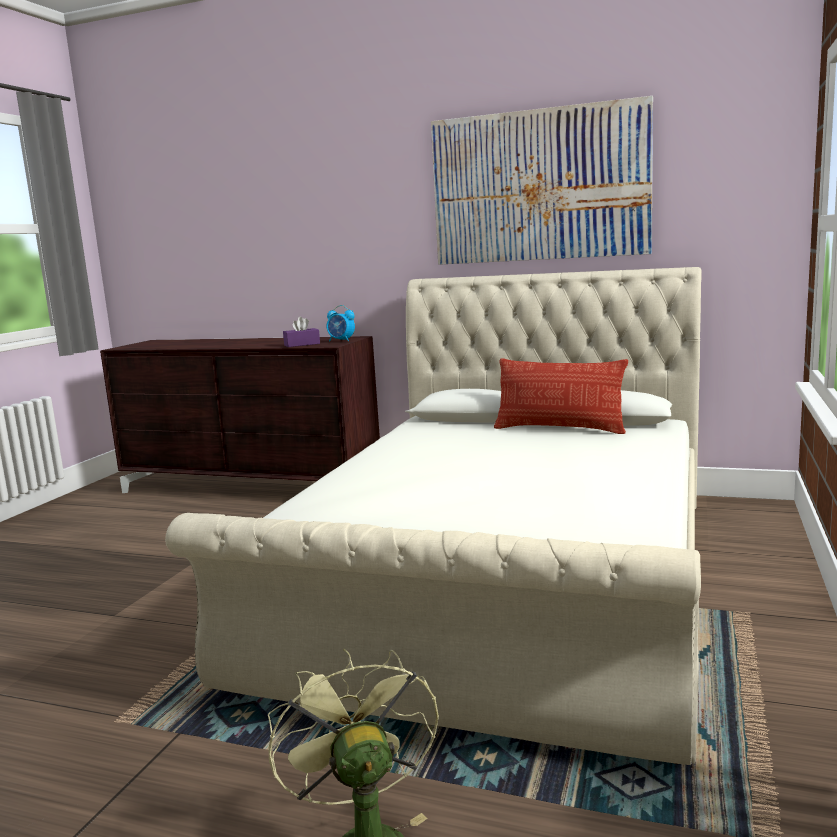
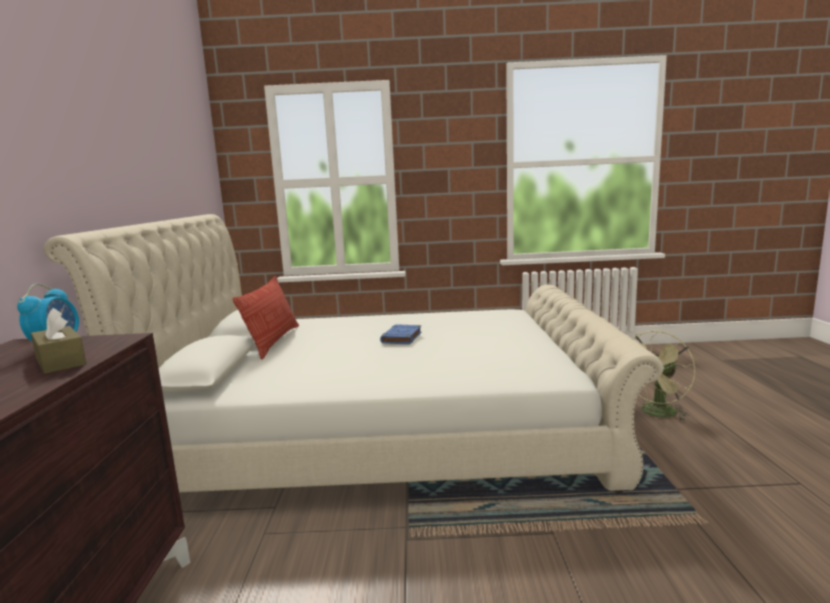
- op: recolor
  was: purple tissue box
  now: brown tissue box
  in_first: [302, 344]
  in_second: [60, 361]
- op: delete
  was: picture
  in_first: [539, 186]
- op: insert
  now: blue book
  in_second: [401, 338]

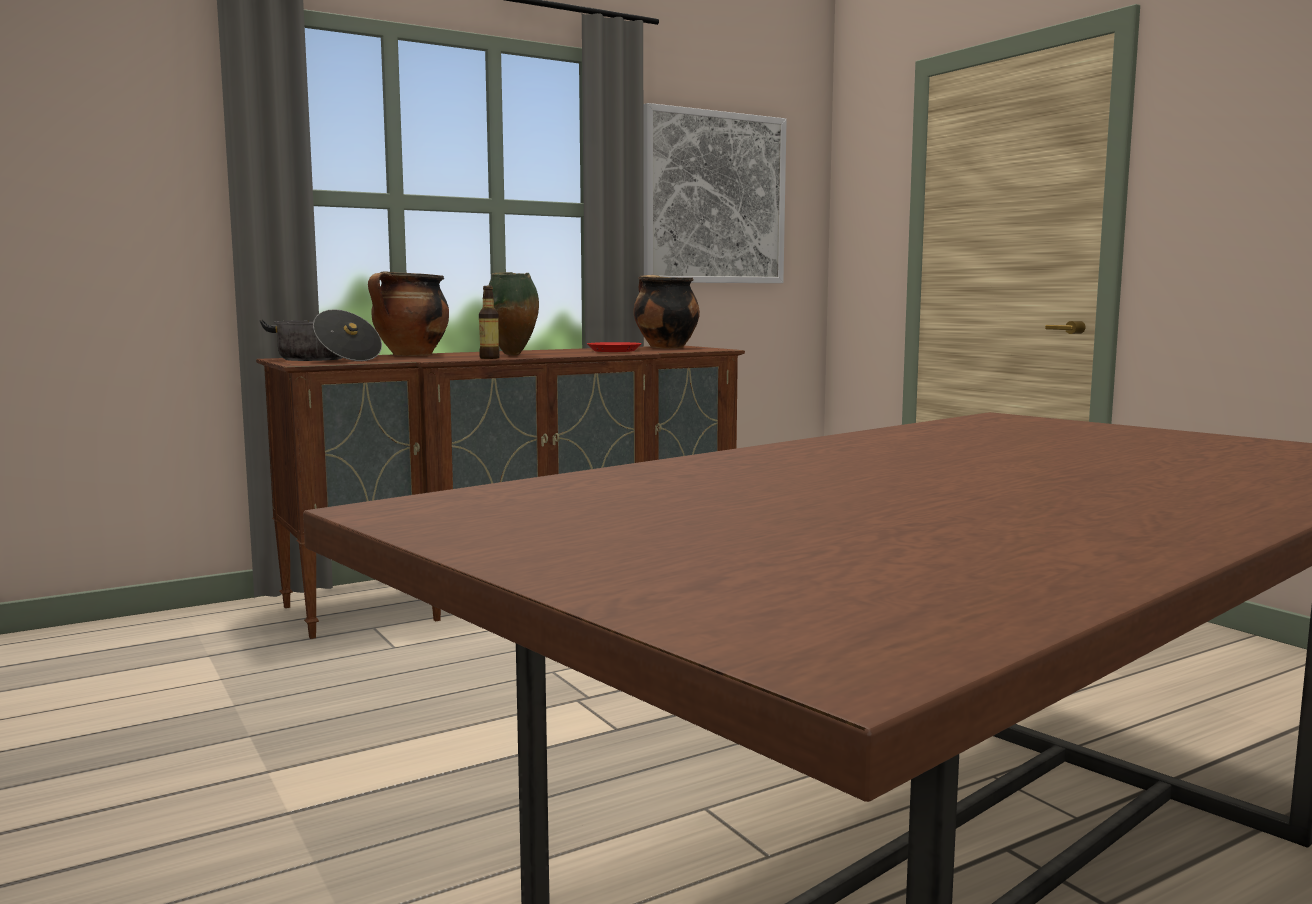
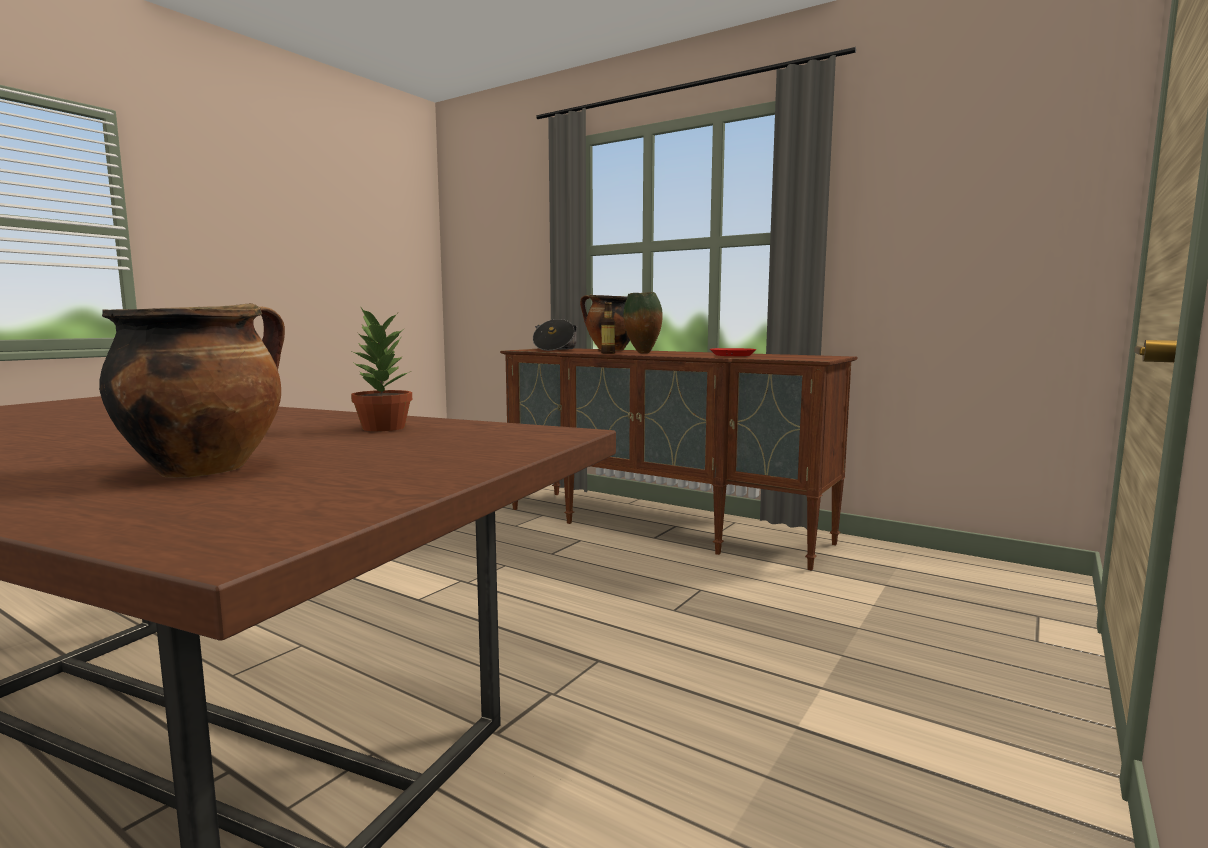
- op: move
  was: cooking pot
  in_first: [664, 347]
  in_second: [207, 468]
- op: delete
  was: picture
  in_first: [714, 198]
- op: insert
  now: potted plant
  in_second: [382, 428]

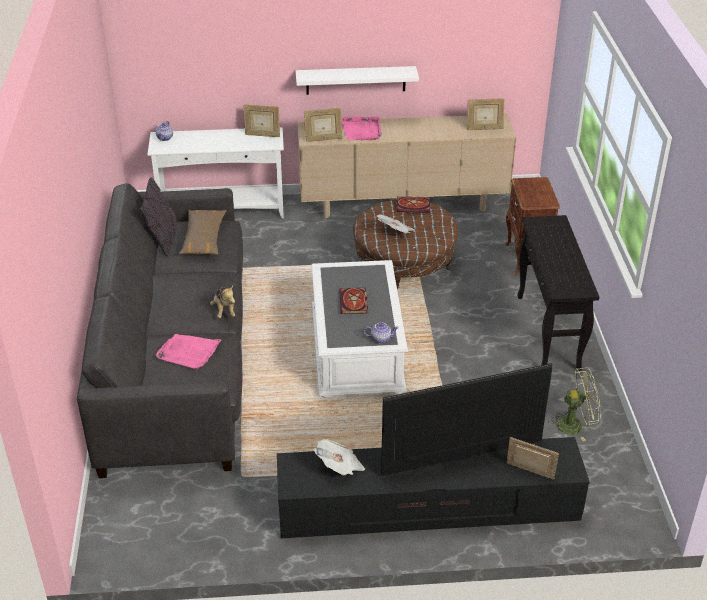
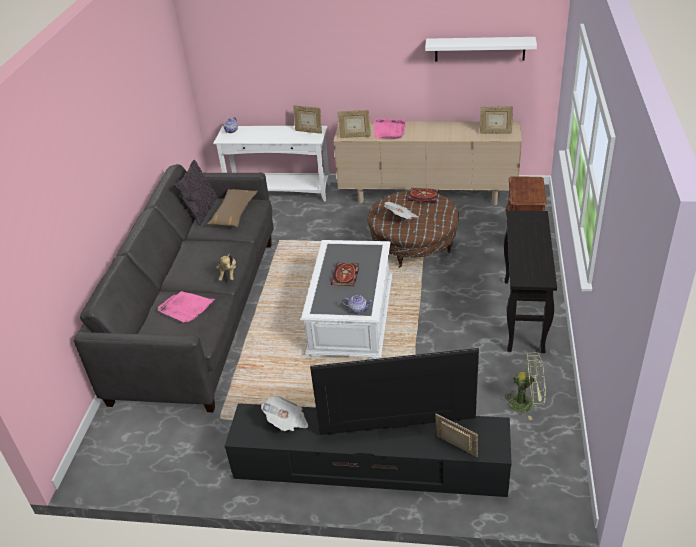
- op: move
  was: white shelf
  in_first: [355, 80]
  in_second: [479, 49]

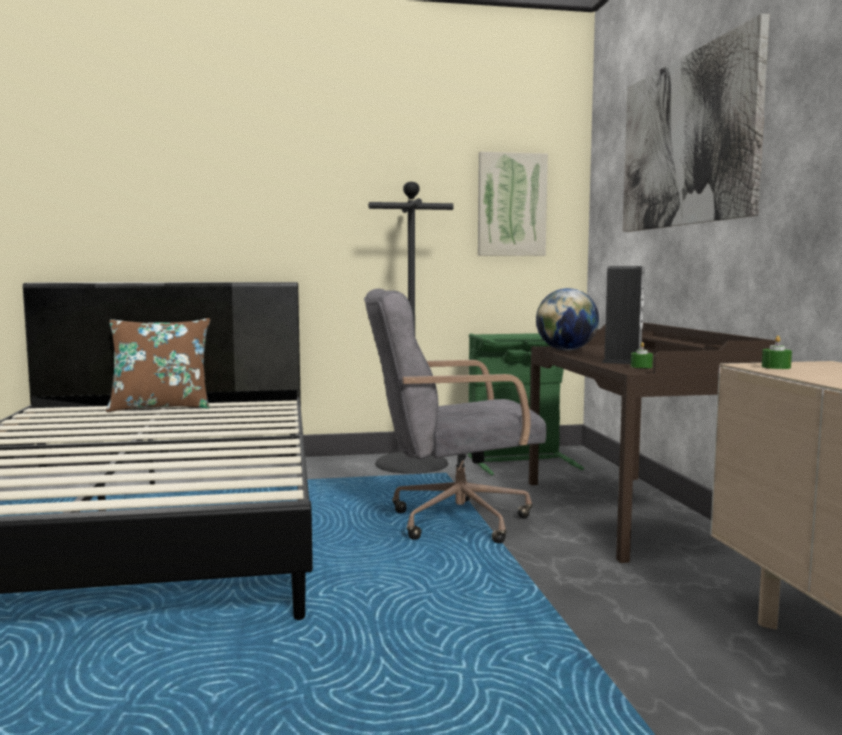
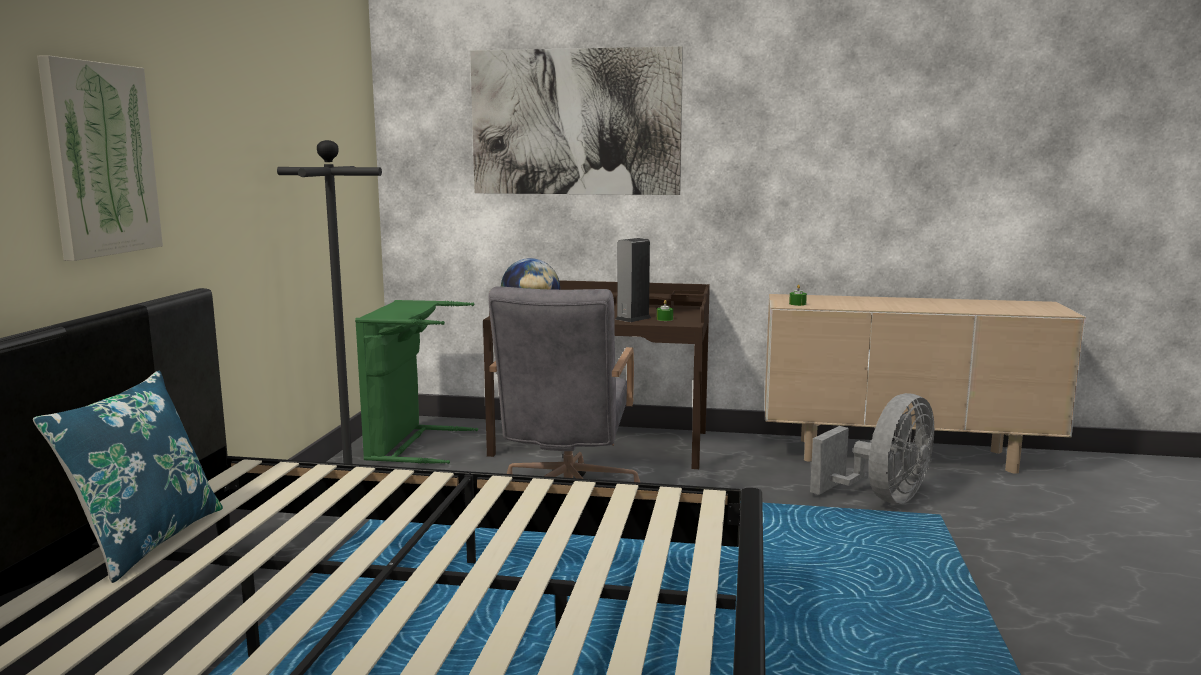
- op: recolor
  was: brown pillow
  now: blue pillow
  in_first: [161, 407]
  in_second: [146, 540]
- op: move
  was: picture
  in_first: [511, 205]
  in_second: [100, 159]
- op: insert
  now: grey fan
  in_second: [882, 498]

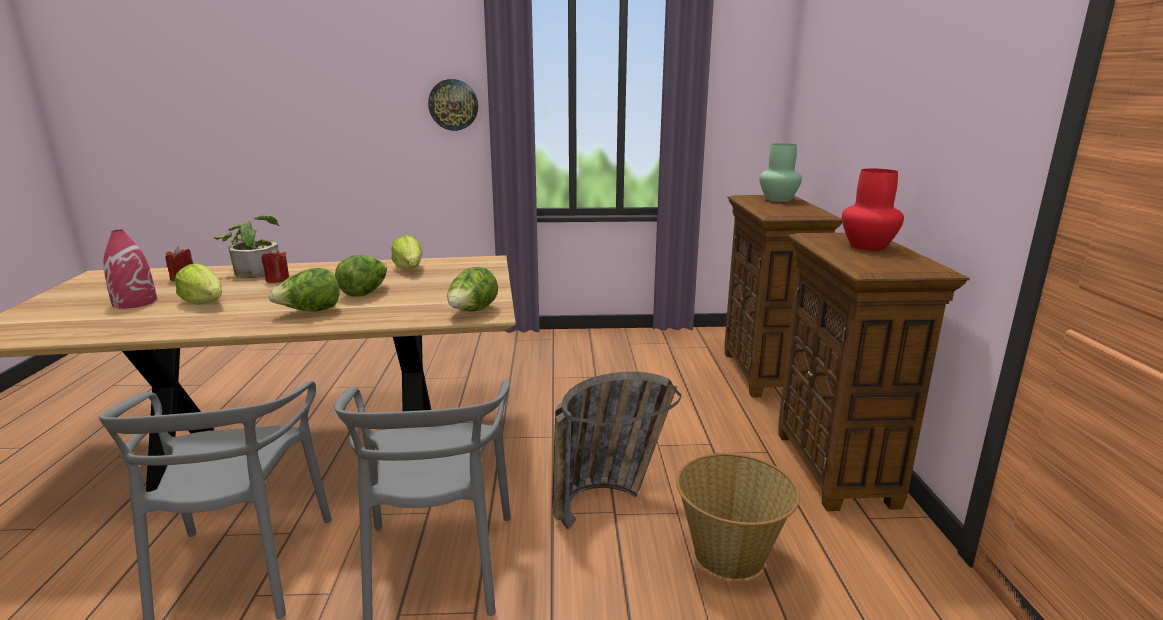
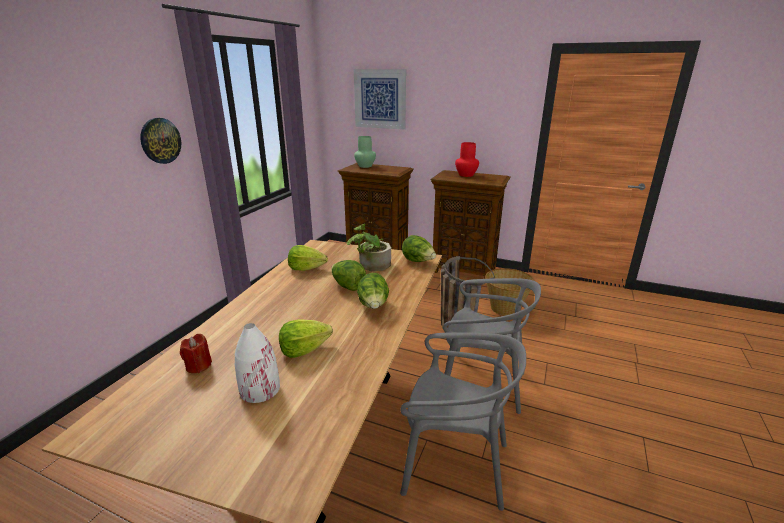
- op: recolor
  was: red vase
  now: white vase
  in_first: [135, 302]
  in_second: [259, 389]
- op: move
  was: potted plant
  in_first: [256, 270]
  in_second: [370, 265]
- op: delete
  was: red candle
  in_first: [277, 280]
- op: insert
  now: picture
  in_second: [380, 99]

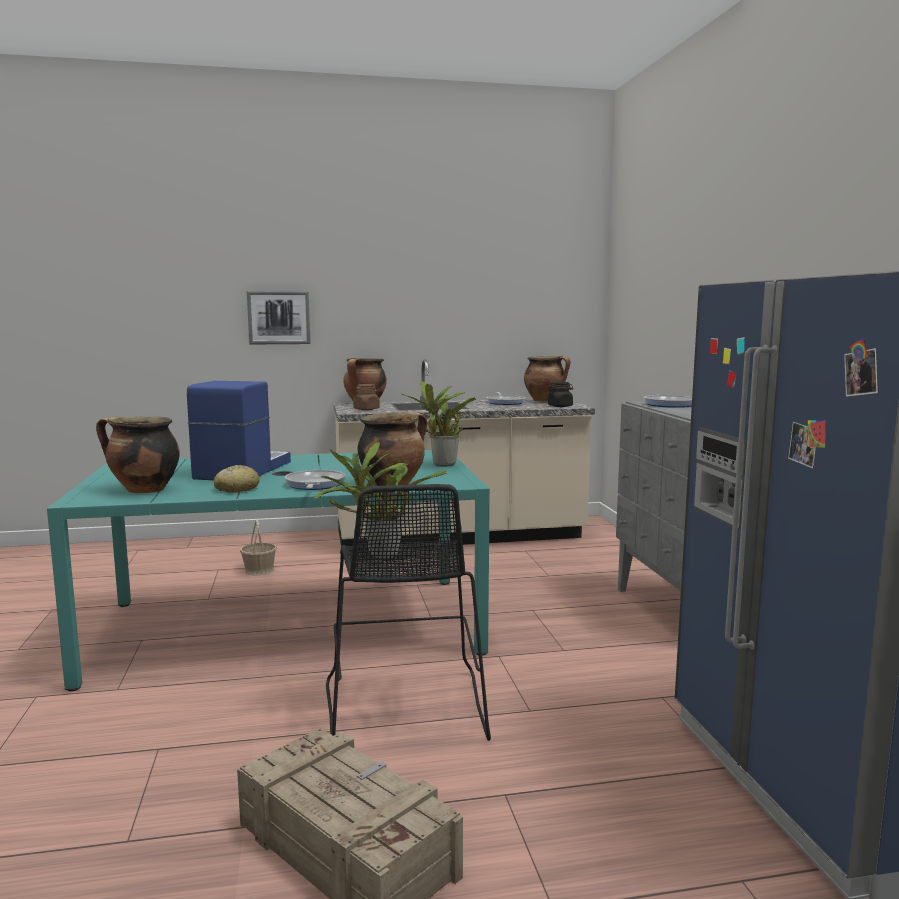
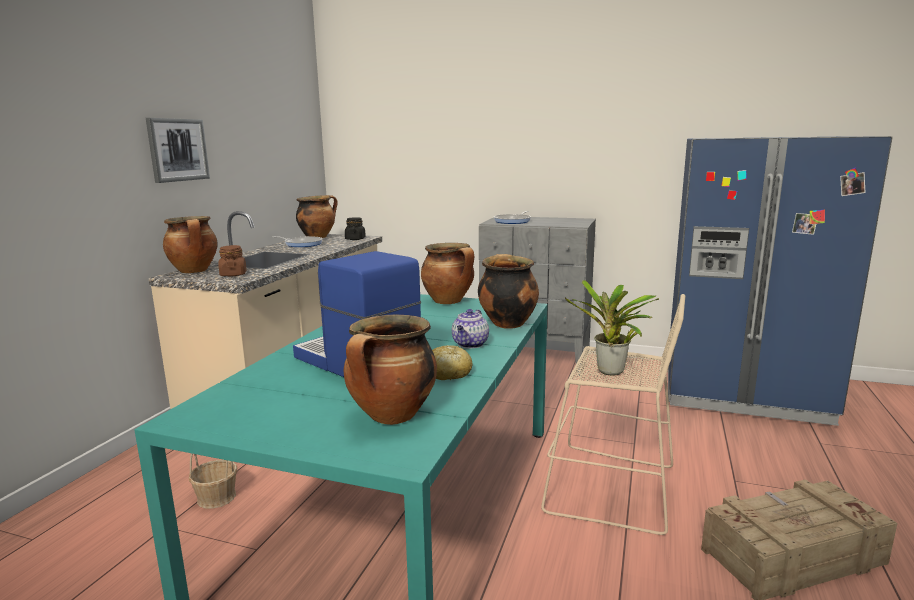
- op: move
  was: picture
  in_first: [279, 317]
  in_second: [177, 150]
- op: replace
  was: frying pan
  now: teapot
  in_first: [314, 485]
  in_second: [470, 344]
- op: recolor
  was: black stool
  now: beige stool
  in_first: [404, 709]
  in_second: [608, 488]
- op: replace
  was: potted plant
  now: cooking pot
  in_first: [442, 465]
  in_second: [449, 301]

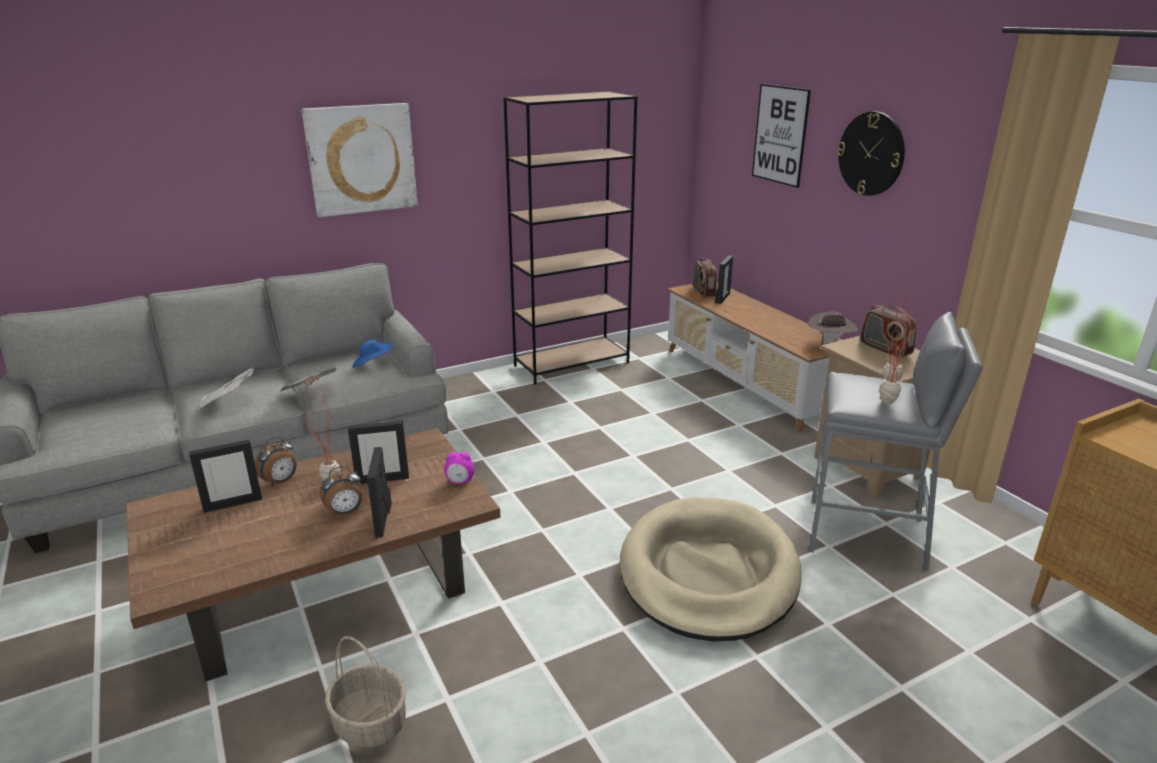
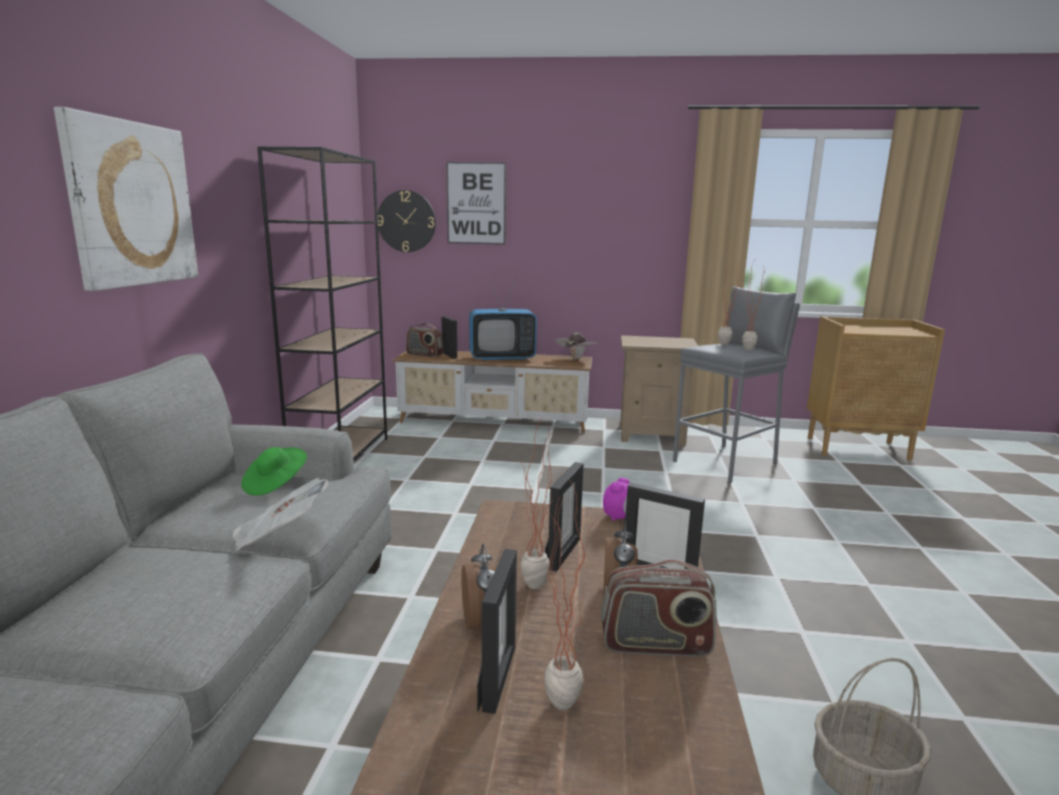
- op: delete
  was: newspaper
  in_first: [227, 403]
- op: recolor
  was: blue hat
  now: green hat
  in_first: [372, 364]
  in_second: [275, 485]
- op: delete
  was: beige dog bed
  in_first: [708, 573]
- op: move
  was: wall clock
  in_first: [871, 154]
  in_second: [406, 221]
- op: move
  was: radio
  in_first: [884, 349]
  in_second: [655, 644]
- op: insert
  now: television
  in_second: [502, 358]
- op: insert
  now: potted plant
  in_second: [565, 696]

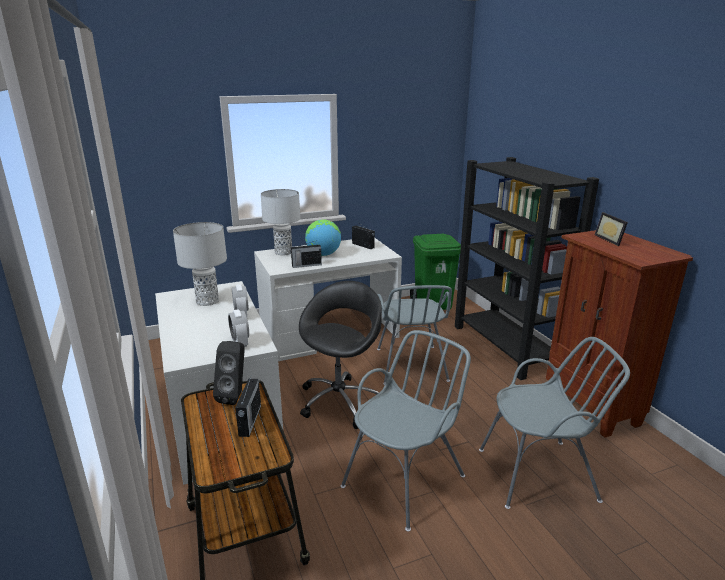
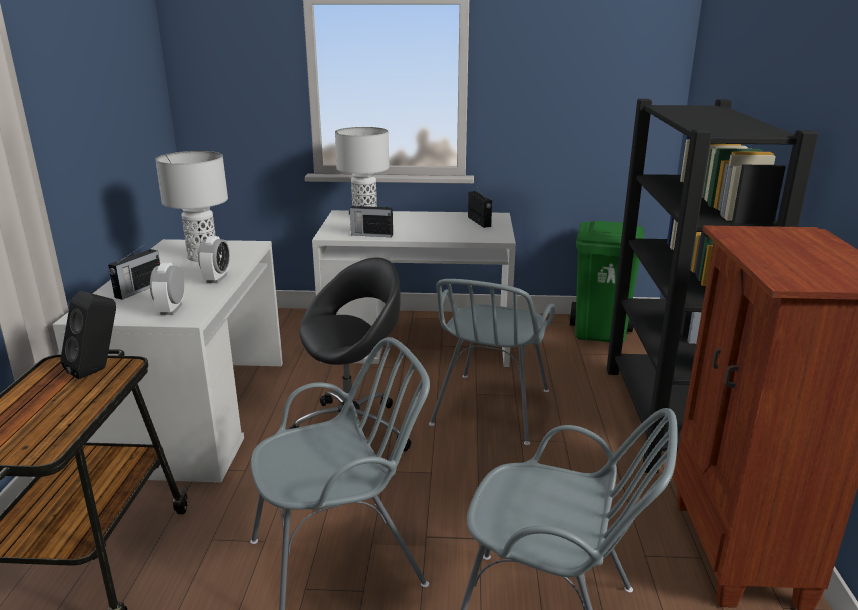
- op: move
  was: radio
  in_first: [249, 421]
  in_second: [138, 290]
- op: delete
  was: globe
  in_first: [323, 255]
- op: delete
  was: picture frame
  in_first: [611, 240]

